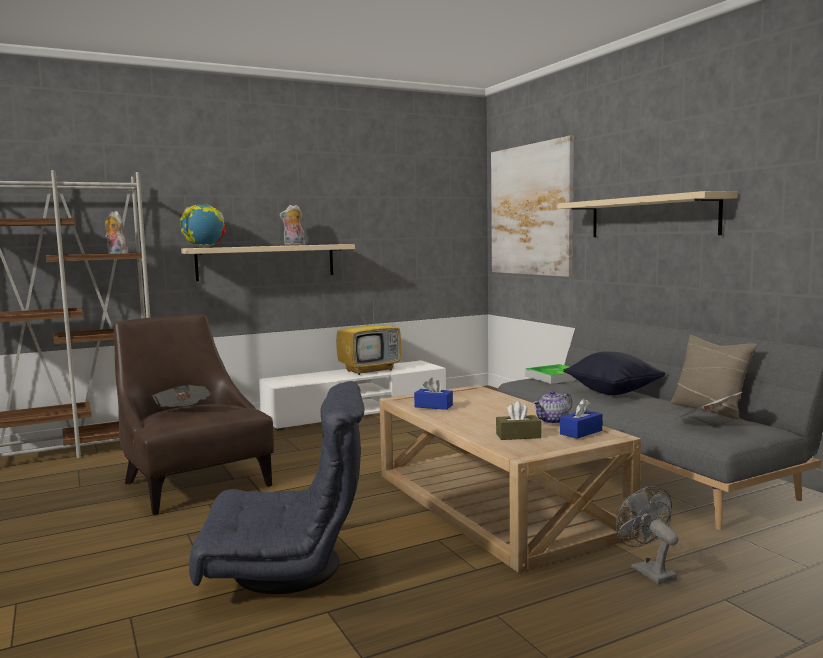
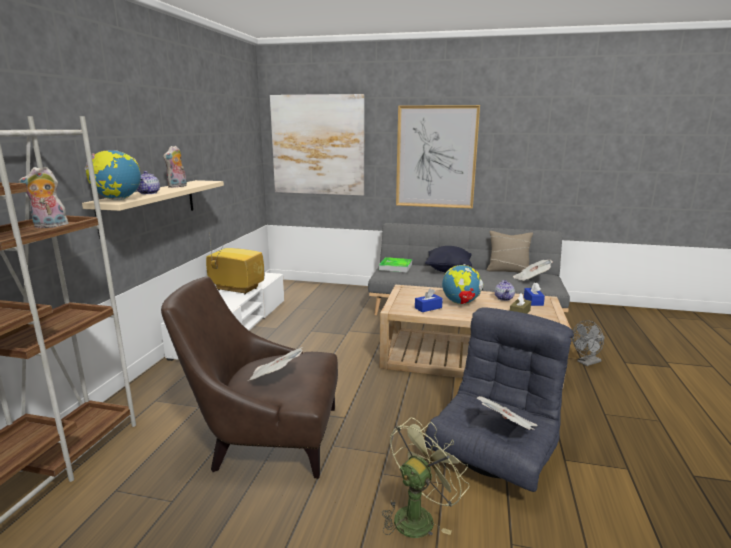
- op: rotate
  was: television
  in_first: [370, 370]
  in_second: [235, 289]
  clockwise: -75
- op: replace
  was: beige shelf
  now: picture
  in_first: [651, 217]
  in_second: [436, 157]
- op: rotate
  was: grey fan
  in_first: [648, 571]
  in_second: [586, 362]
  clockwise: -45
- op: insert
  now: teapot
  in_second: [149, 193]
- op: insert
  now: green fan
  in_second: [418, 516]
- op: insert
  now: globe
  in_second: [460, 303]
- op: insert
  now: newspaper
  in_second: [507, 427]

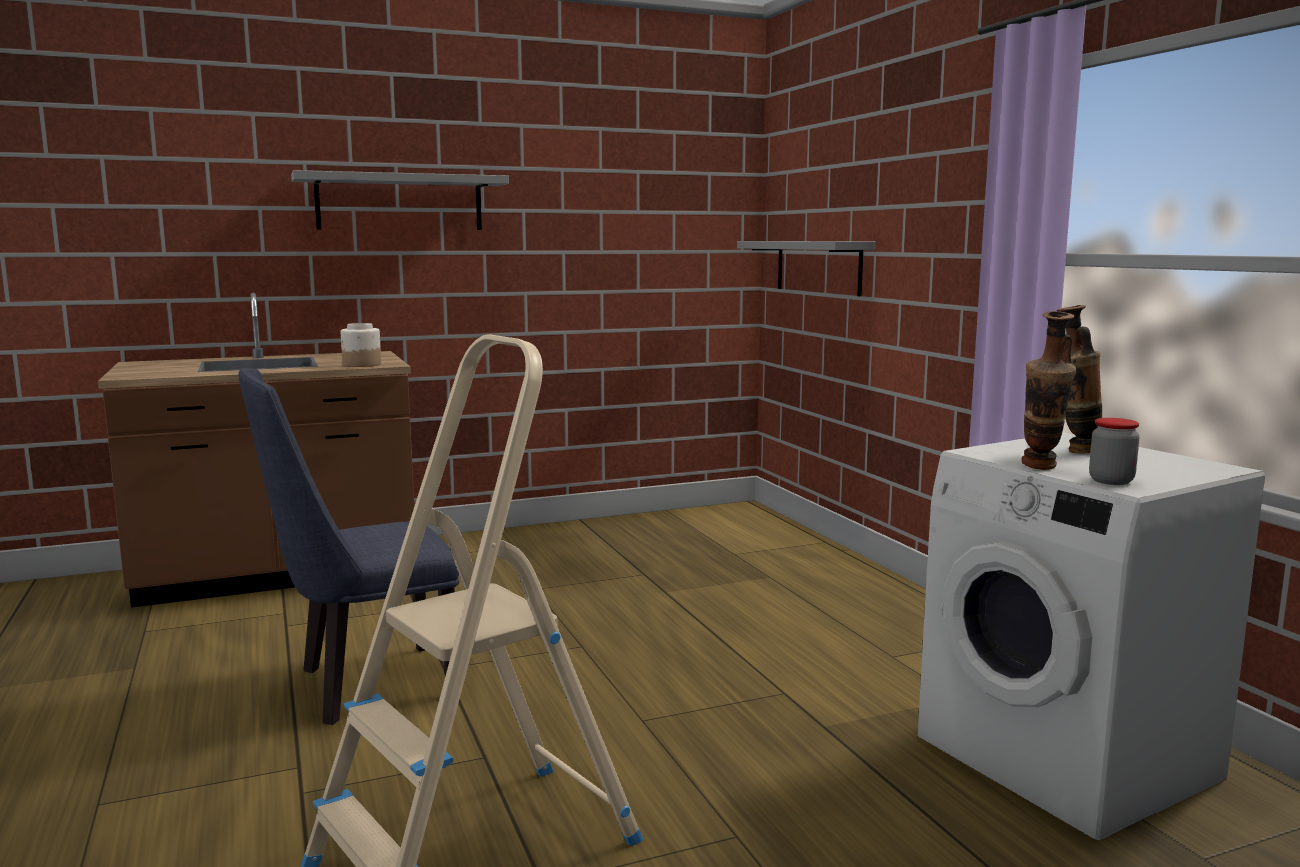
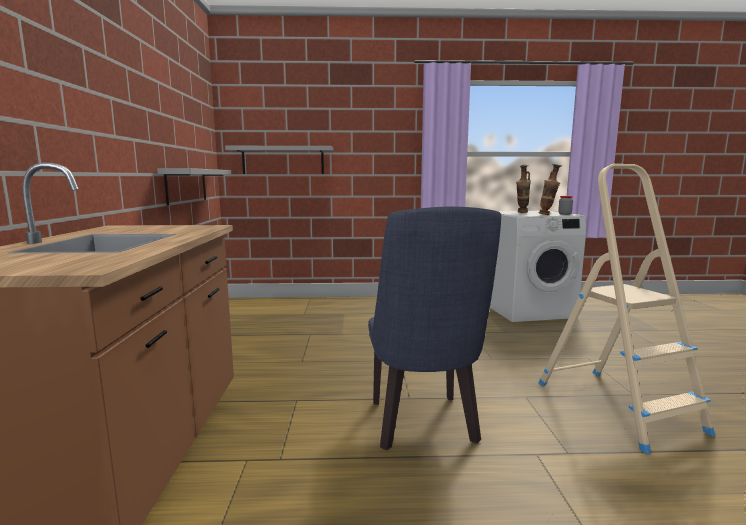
- op: move
  was: grey shelf
  in_first: [400, 202]
  in_second: [186, 185]
- op: delete
  was: jar
  in_first: [361, 364]

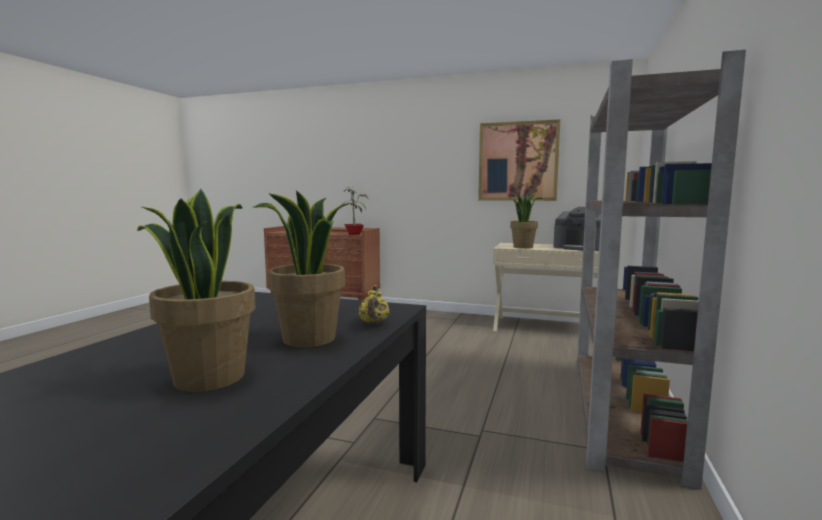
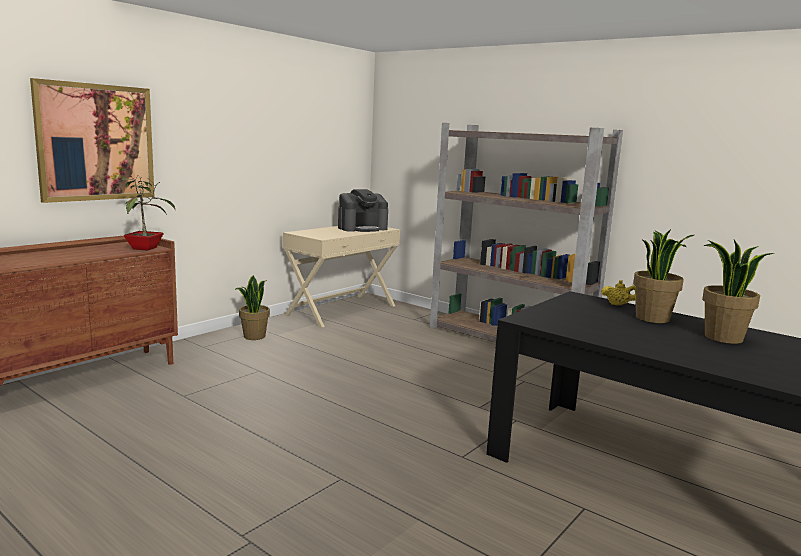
- op: move
  was: picture
  in_first: [518, 161]
  in_second: [96, 142]
- op: move
  was: potted plant
  in_first: [523, 247]
  in_second: [254, 336]

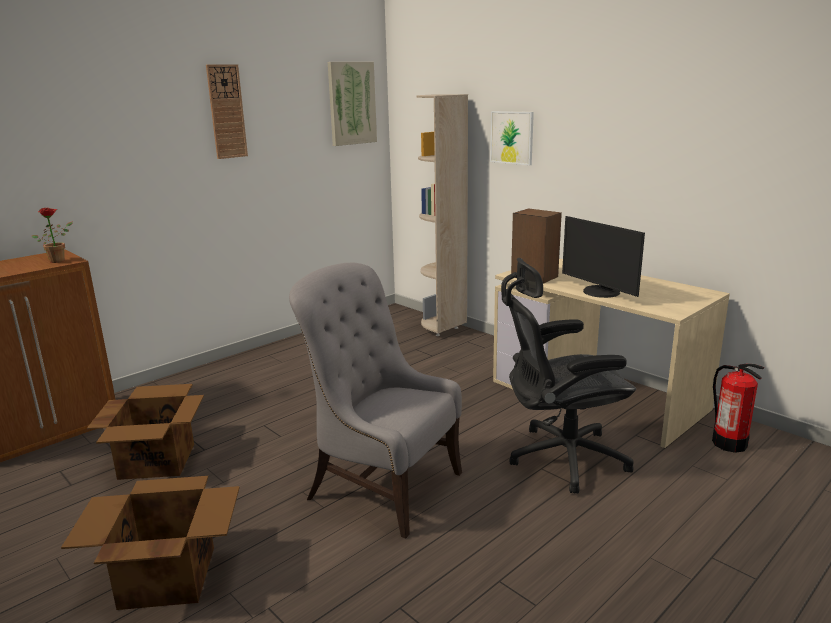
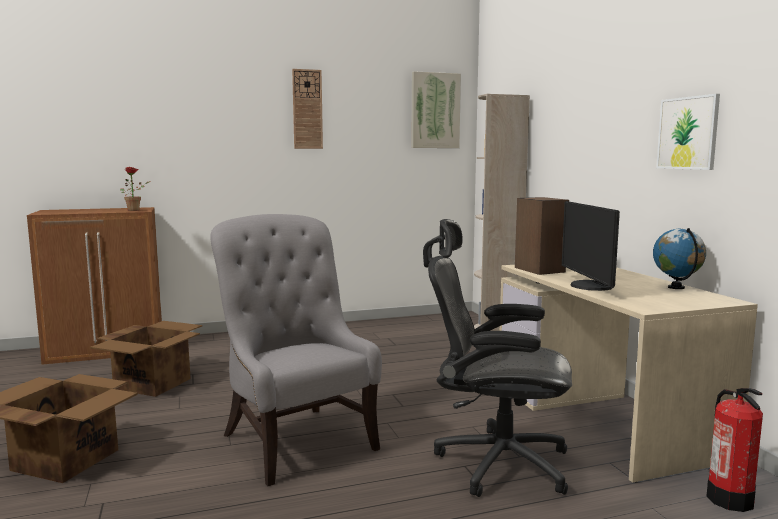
- op: move
  was: picture
  in_first: [512, 137]
  in_second: [688, 133]
- op: insert
  now: globe
  in_second: [676, 287]

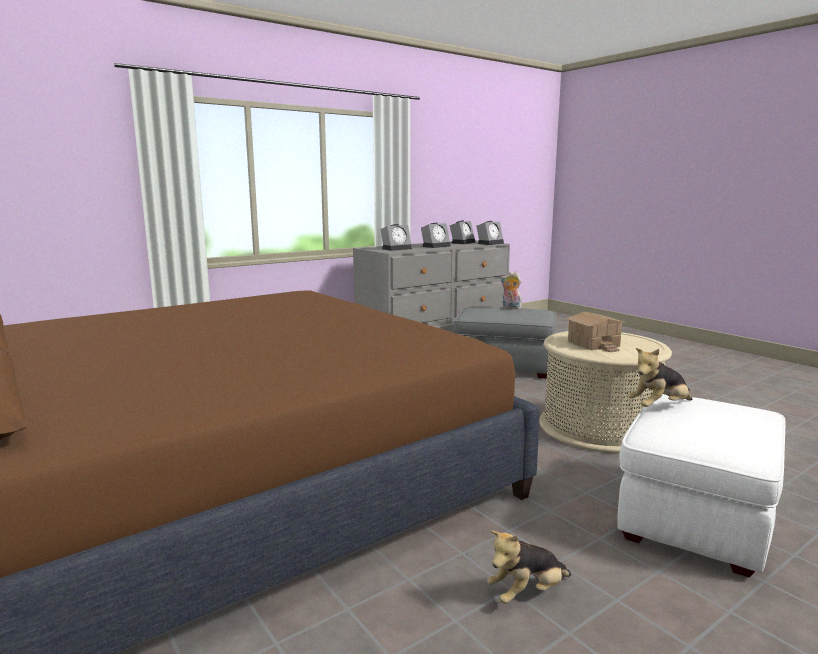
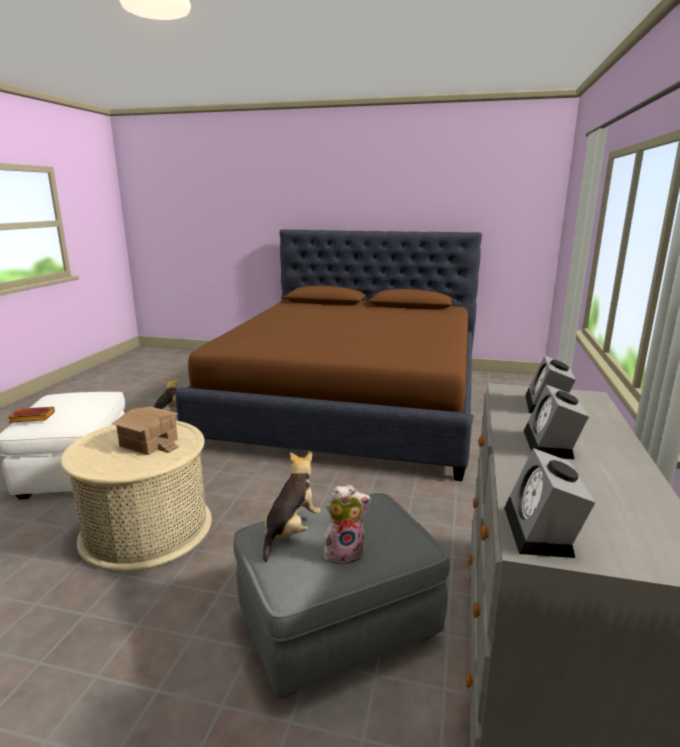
- op: delete
  was: alarm clock
  in_first: [462, 242]
- op: move
  was: plush toy
  in_first: [659, 407]
  in_second: [291, 531]
- op: insert
  now: brown book
  in_second: [31, 418]

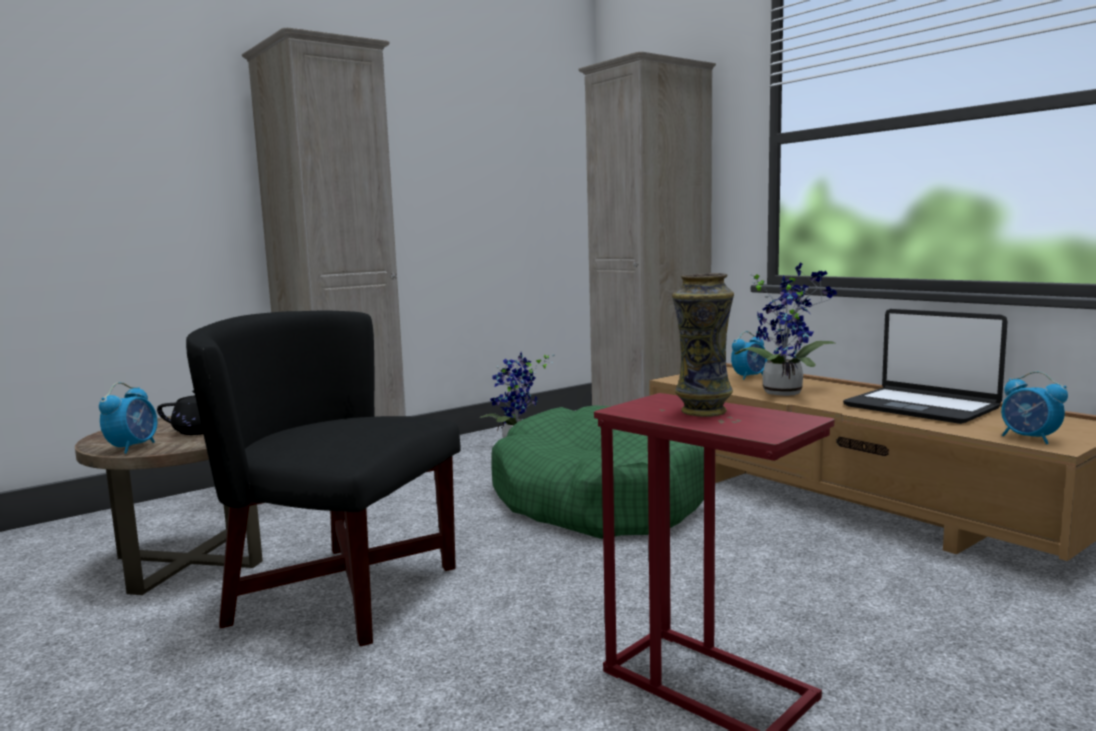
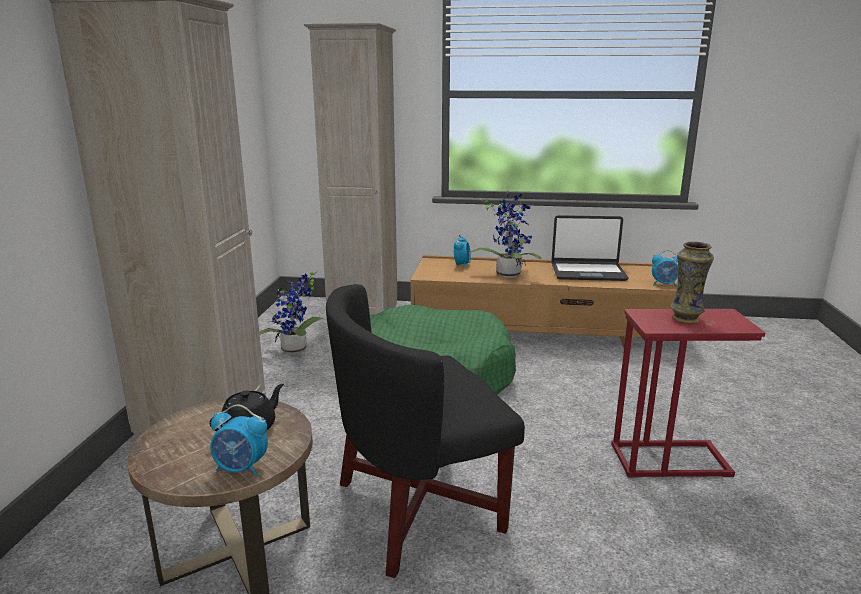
- op: rotate
  was: alarm clock
  in_first: [133, 447]
  in_second: [241, 468]
  clockwise: 135

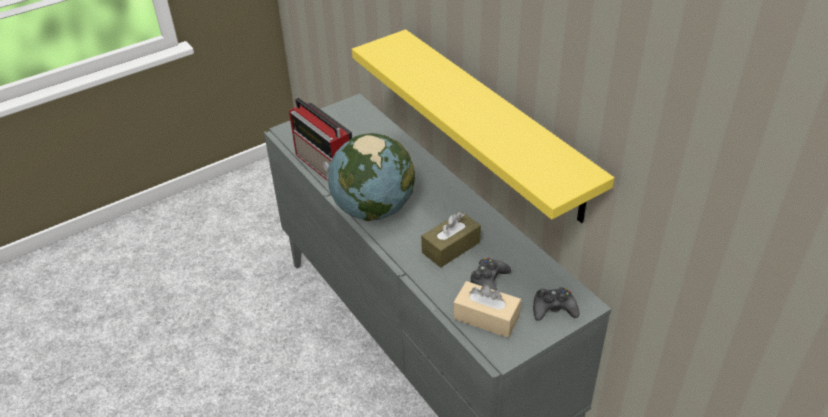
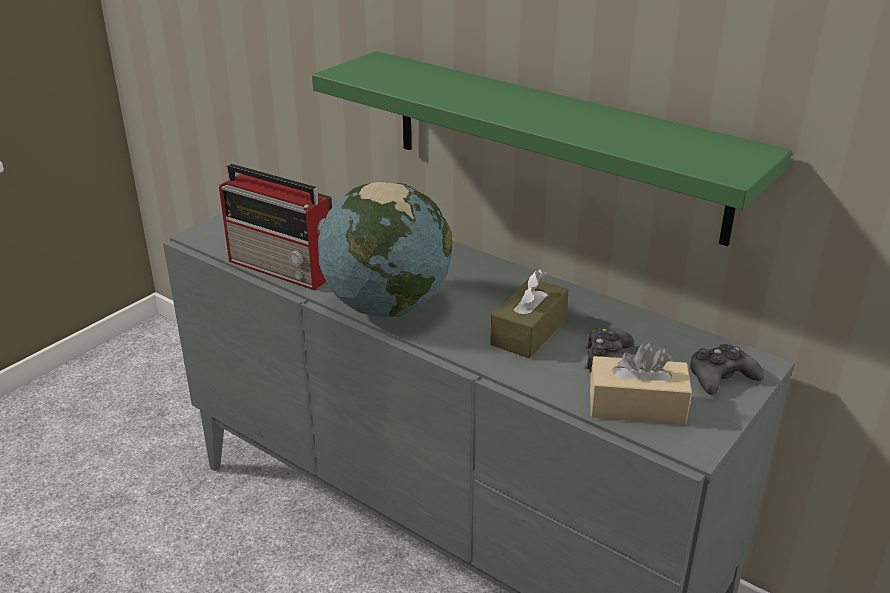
- op: recolor
  was: yellow shelf
  now: green shelf
  in_first: [495, 123]
  in_second: [553, 143]

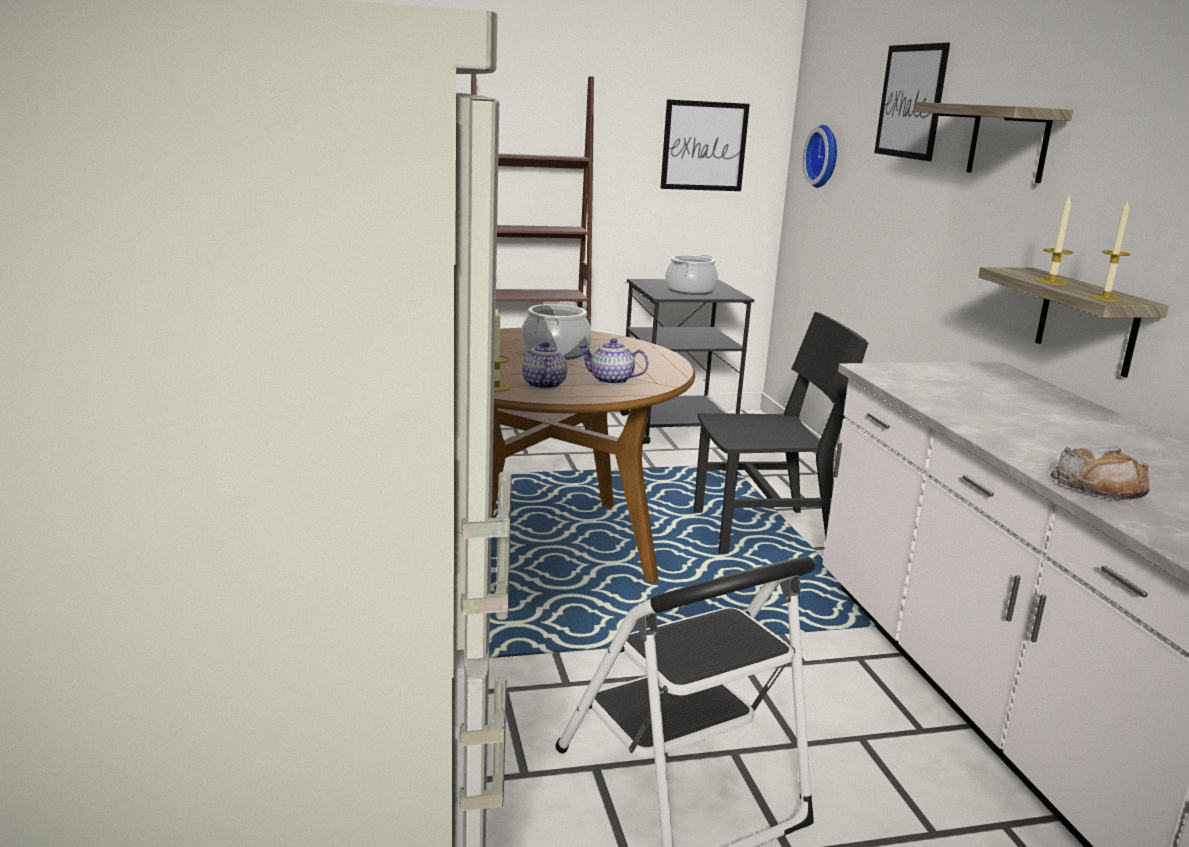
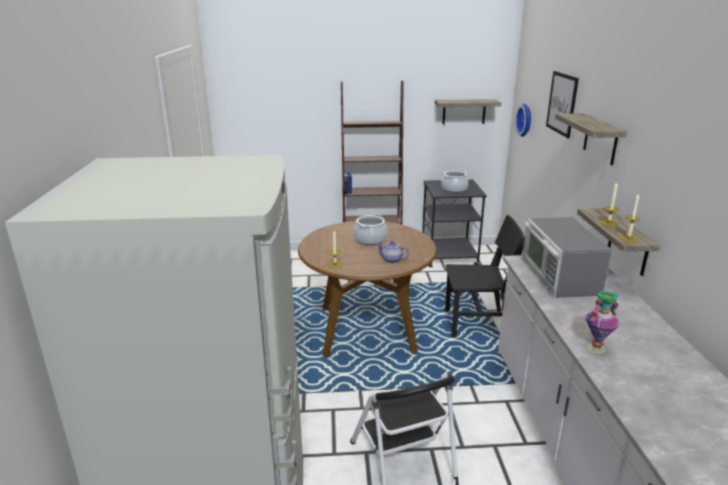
- op: delete
  was: teapot
  in_first: [542, 385]
- op: replace
  was: picture
  now: shelf
  in_first: [704, 146]
  in_second: [464, 111]
- op: replace
  was: bread
  now: vase
  in_first: [1099, 485]
  in_second: [596, 348]
- op: insert
  now: microwave
  in_second: [558, 277]

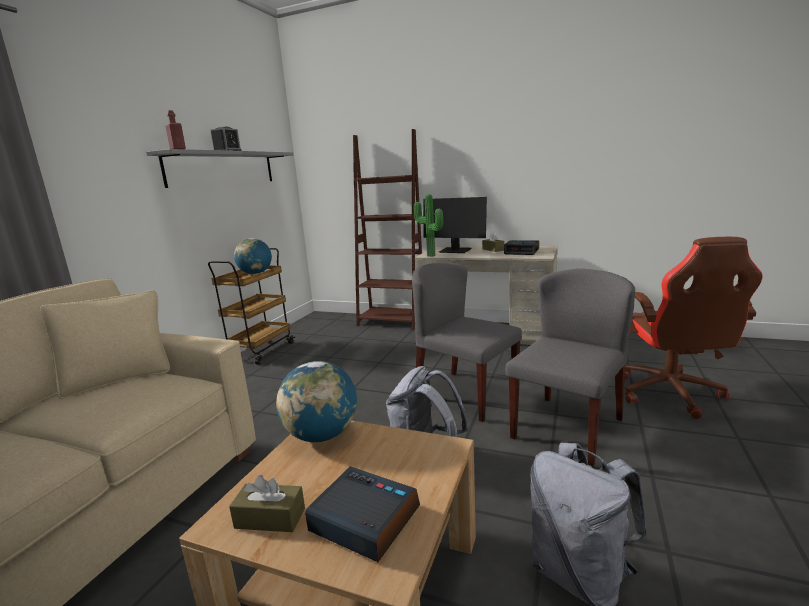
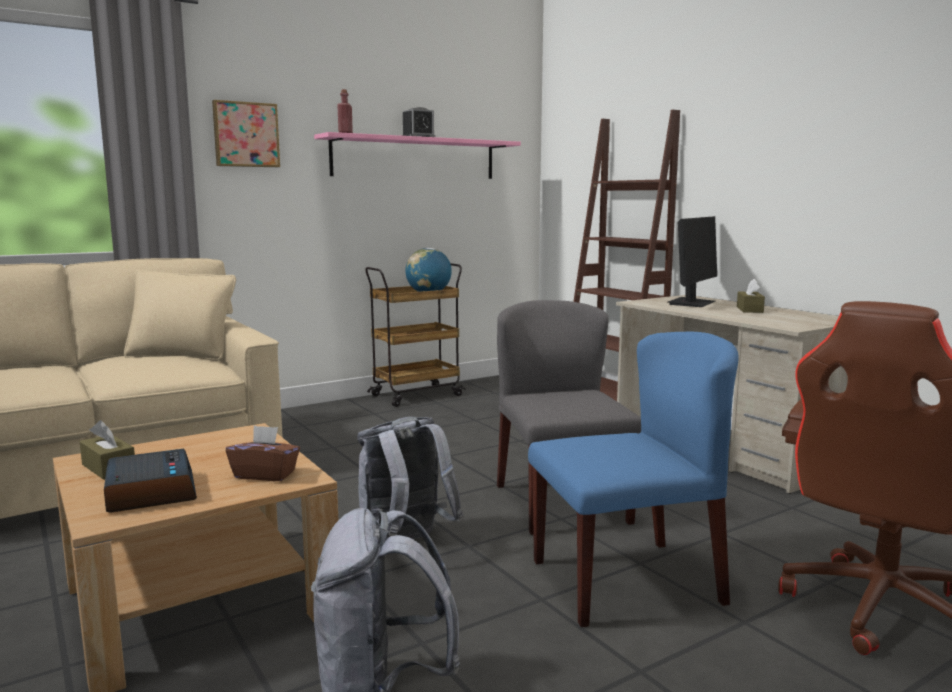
- op: recolor
  was: grey shelf
  now: pink shelf
  in_first: [223, 168]
  in_second: [415, 158]
- op: delete
  was: globe
  in_first: [322, 435]
- op: delete
  was: potted plant
  in_first: [430, 256]
- op: rotate
  was: monitor
  in_first: [455, 251]
  in_second: [691, 303]
  clockwise: -120
- op: delete
  was: alarm clock
  in_first: [522, 252]
- op: recolor
  was: grey chair
  now: blue chair
  in_first: [567, 427]
  in_second: [627, 581]
- op: insert
  now: picture
  in_second: [246, 135]
- op: insert
  now: brown tissue box
  in_second: [265, 475]

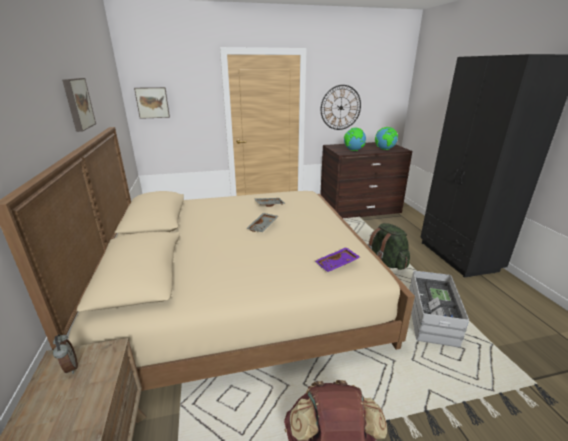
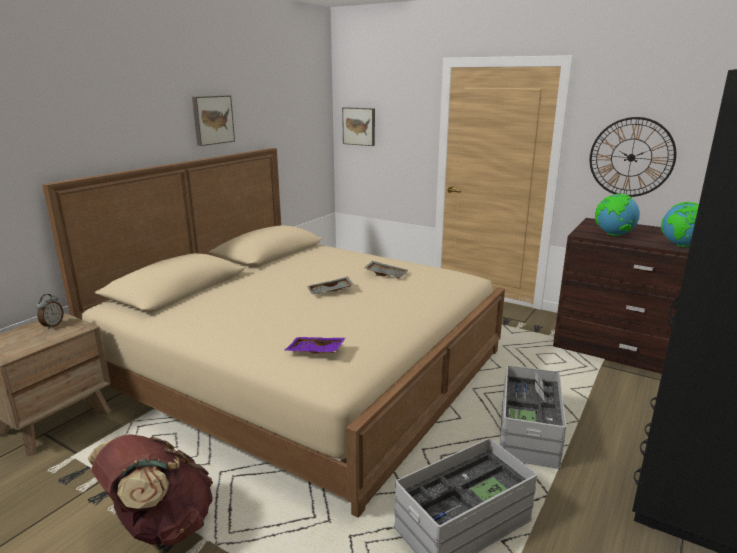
- op: replace
  was: green backpack
  now: grey storage box
  in_first: [386, 263]
  in_second: [527, 431]

